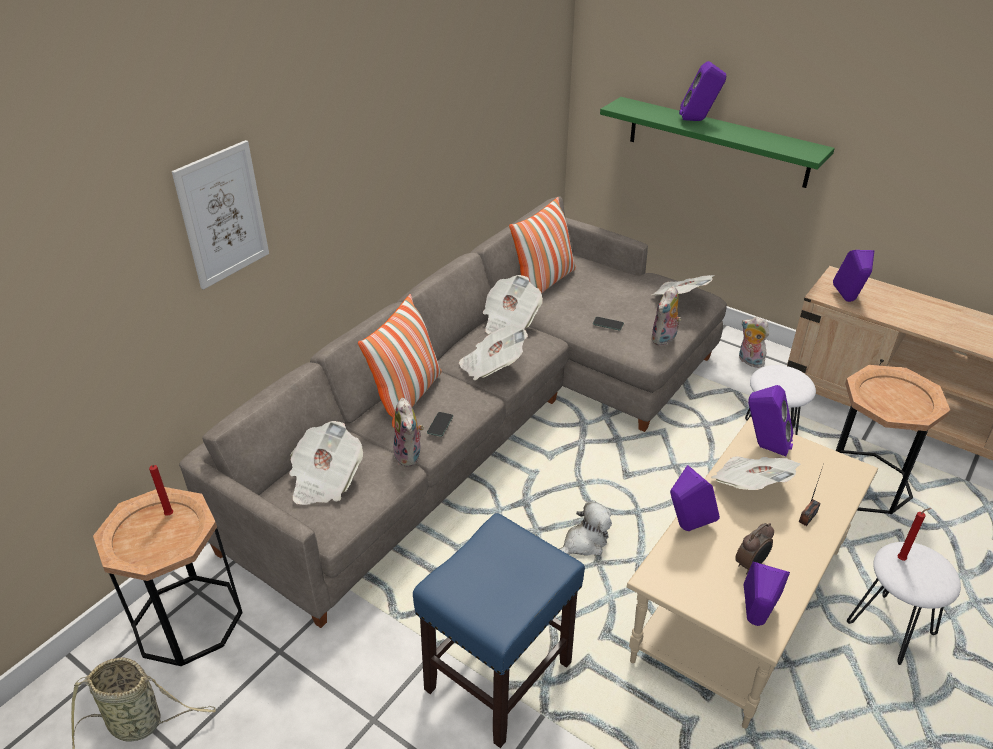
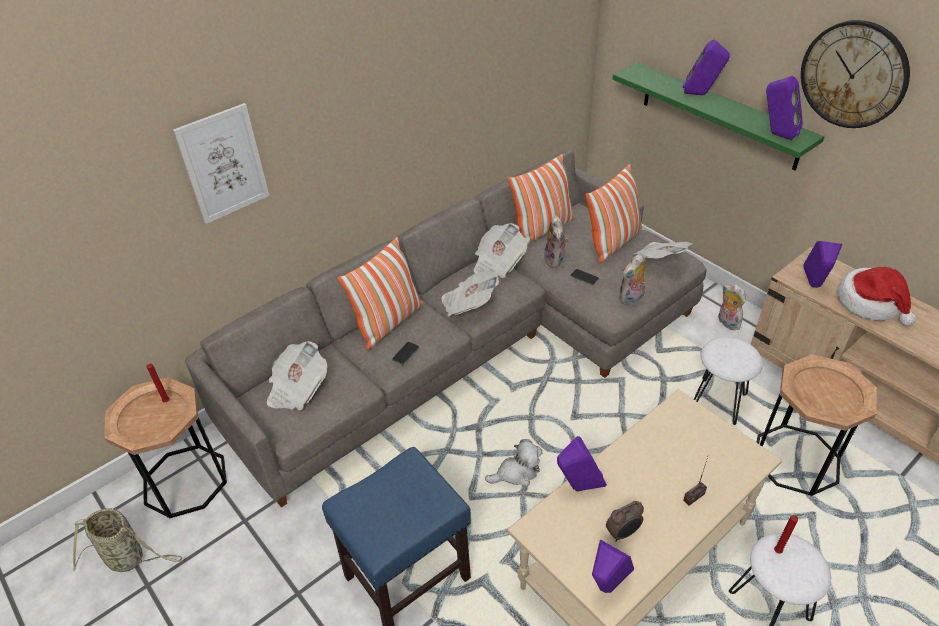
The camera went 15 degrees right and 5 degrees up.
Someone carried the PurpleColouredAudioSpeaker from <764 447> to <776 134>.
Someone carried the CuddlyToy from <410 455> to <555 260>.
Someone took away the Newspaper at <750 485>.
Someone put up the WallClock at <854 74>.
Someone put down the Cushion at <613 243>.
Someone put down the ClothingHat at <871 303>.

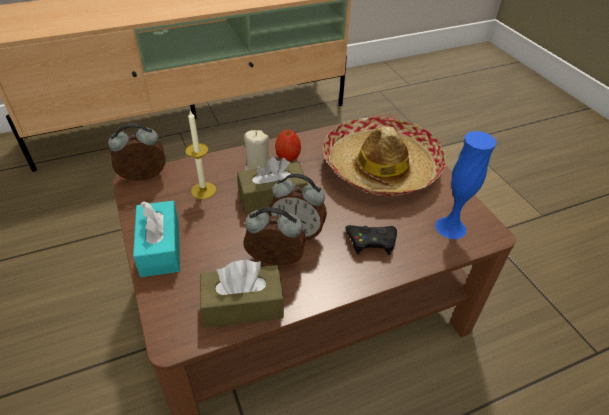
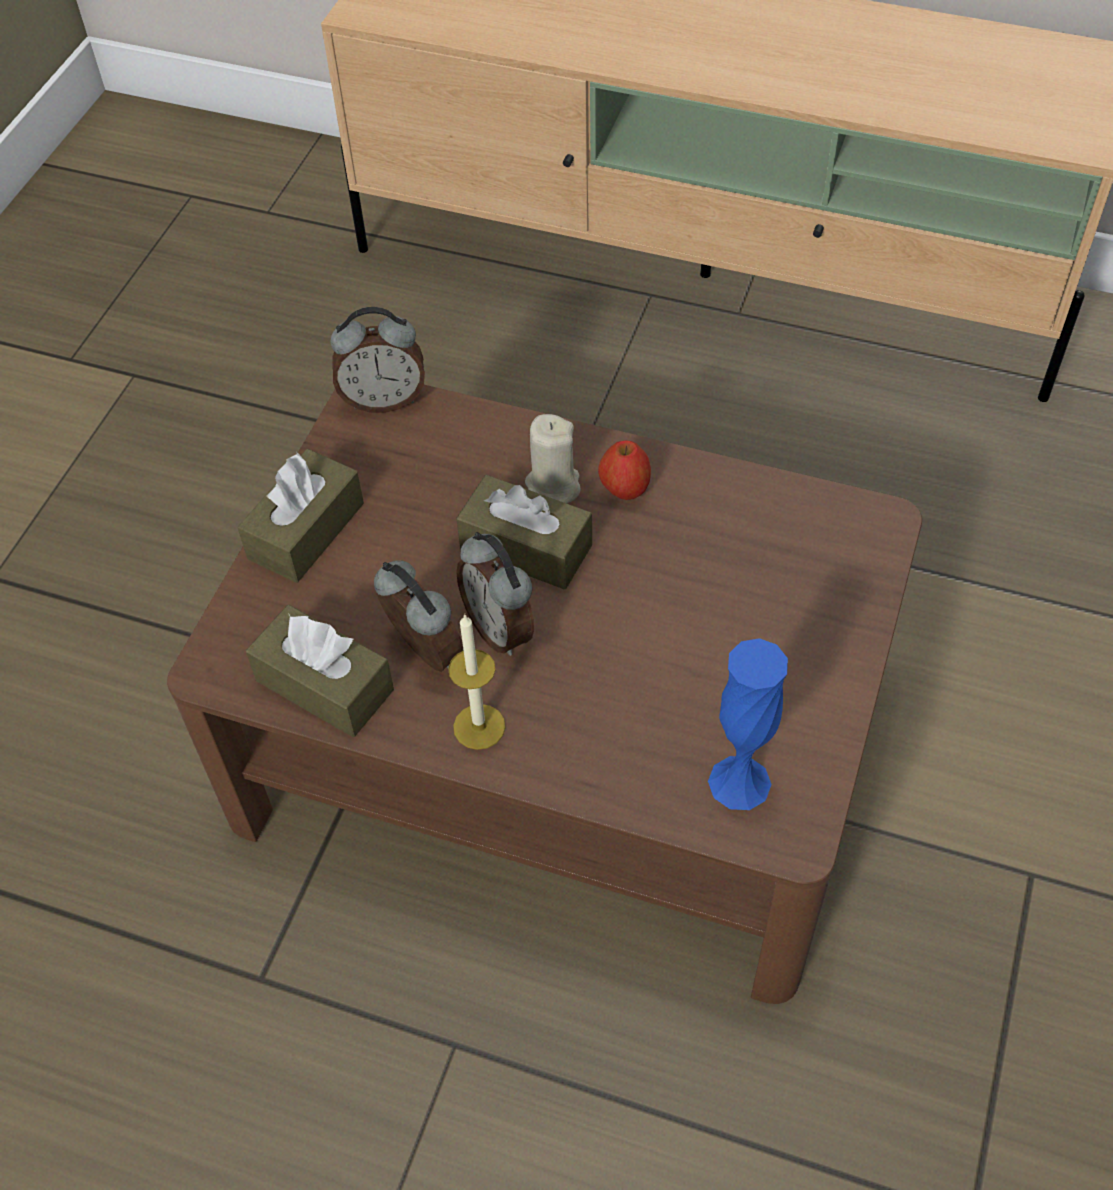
The camera went 45 degrees right and 10 degrees up.
Someone carried the WaxLight from <203 190> to <479 726>.
Someone took away the ClothingHat at <380 167>.
Someone rotated the TableClock at <144 178> by 150 degrees clockwise.
Someone repainted the BlueGreenTissueBox at <160 247>, which became the BrownishTissueBox at <306 531>.
Someone took away the BlackColouredGamepad at <371 241>.

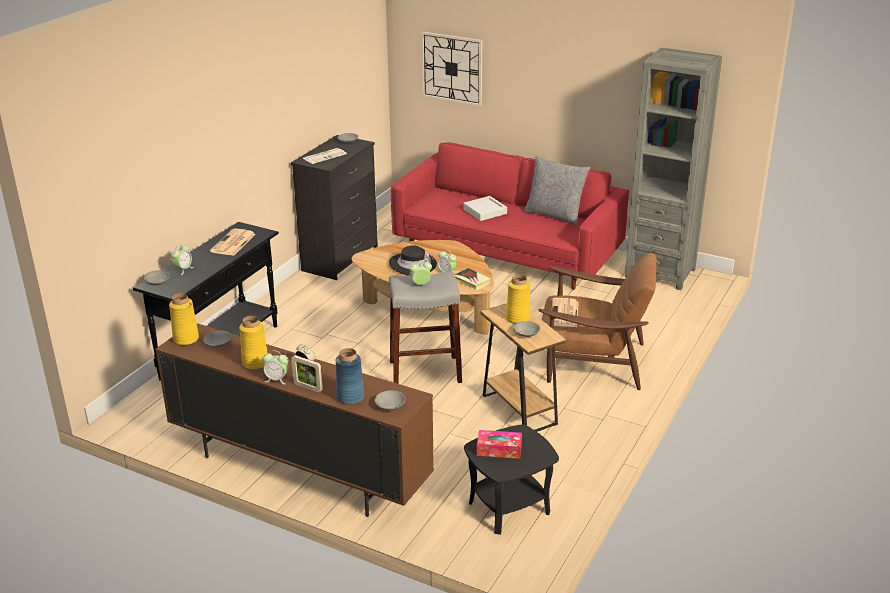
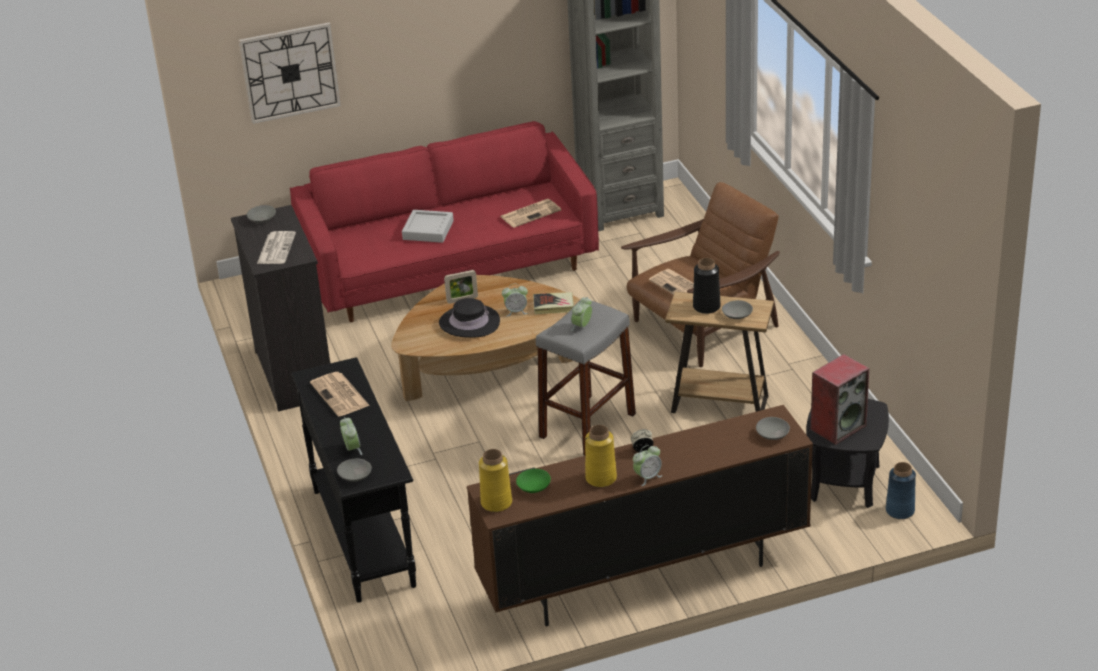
The camera went 45 degrees left and 5 degrees up.
Someone took away the GreyCushion at <554 215>.
Someone repainted the YellowColouredVase at <518 318>, which became the BlackColouredVase at <706 306>.
Someone repainted the GreyDeepDish at <217 344>, which became the GreenishDeepDish at <533 487>.
Someone carried the BlueColouredVase from <350 397> to <899 510>.
Someone carried the StandingFrame from <308 387> to <462 300>.
Someone swapped the TissueBox at <499 450> for the AudioSpeaker at <838 427>.
Someone put down the Newspaper at <531 213>.

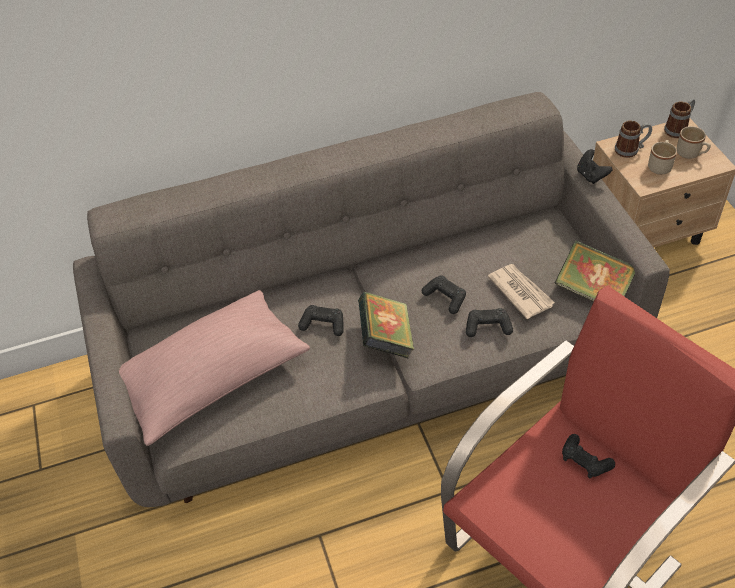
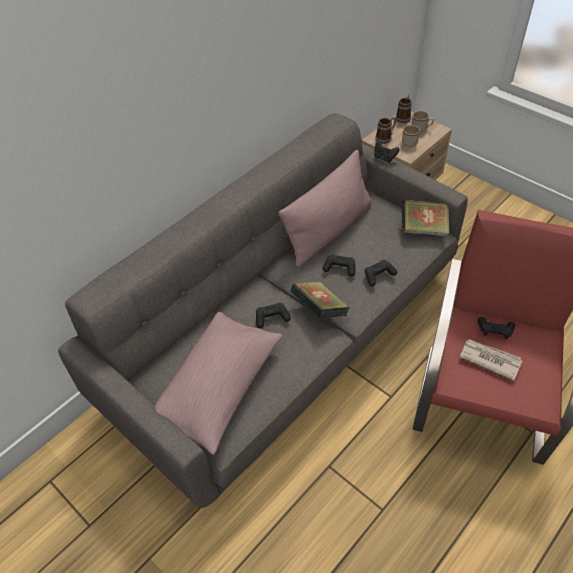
The camera went 30 degrees left and 0 degrees up.
Someone carried the Newspaper from <520 292> to <489 359>.
Someone put down the PinkishCushion at <329 230>.

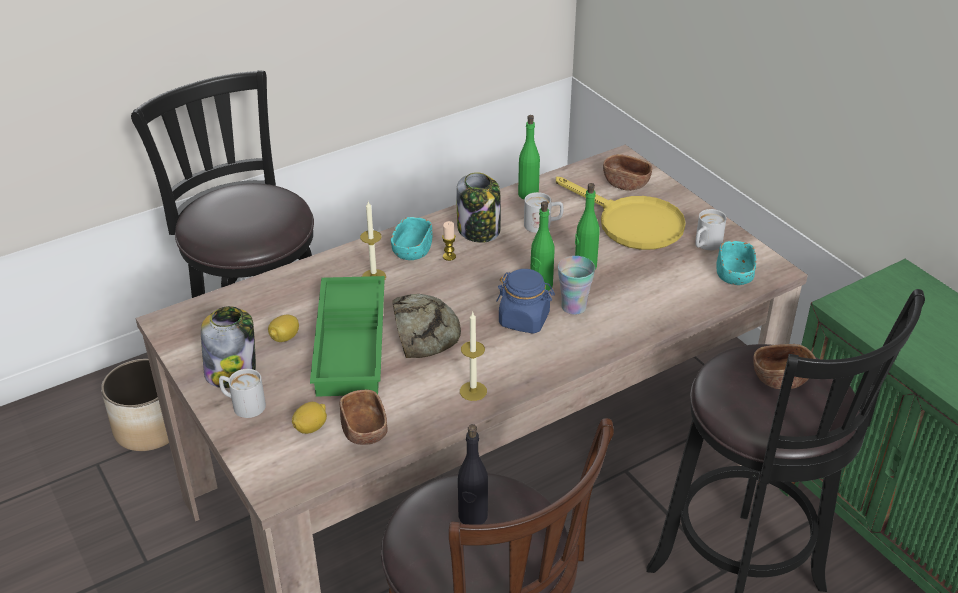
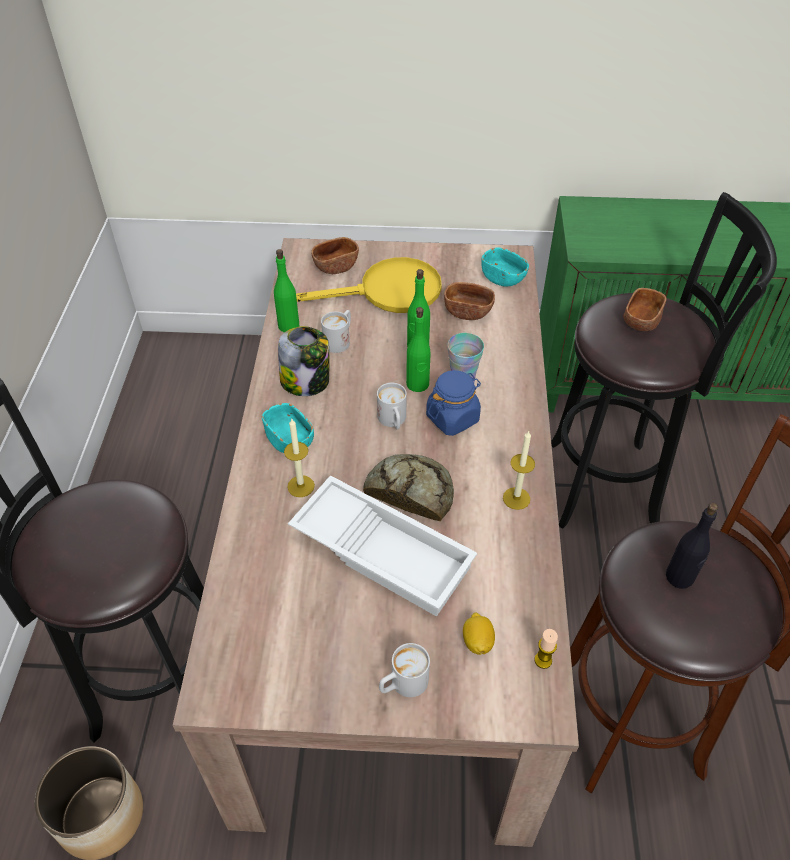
The camera went 55 degrees left and 10 degrees up.
Someone carried the WhiteColouredCoffeeMug from <705 245> to <393 421>.
Someone carried the WaxLight from <449 256> to <543 660>.
Someone repainted the GreenishServingTray at <353 344>, which became the WhiteColouredServingTray at <384 550>.
Someone took away the StorageJar at <232 371>.
Someone took away the WholeLemon at <284 338>.
Someone carried the BrownishDeepDish from <364 431> to <468 311>.

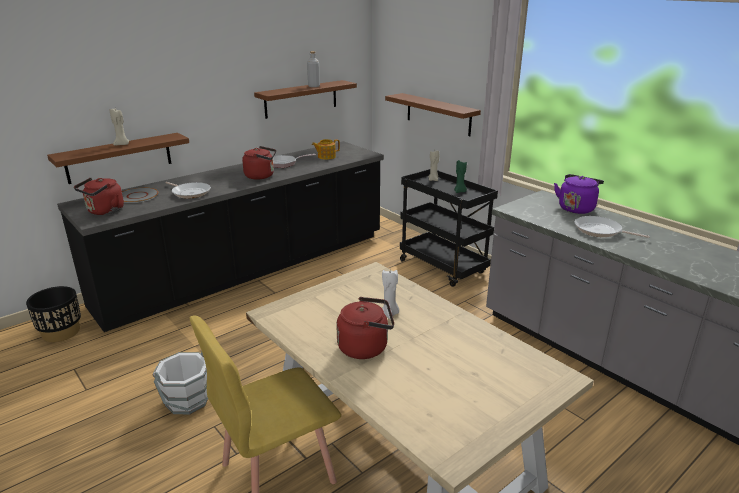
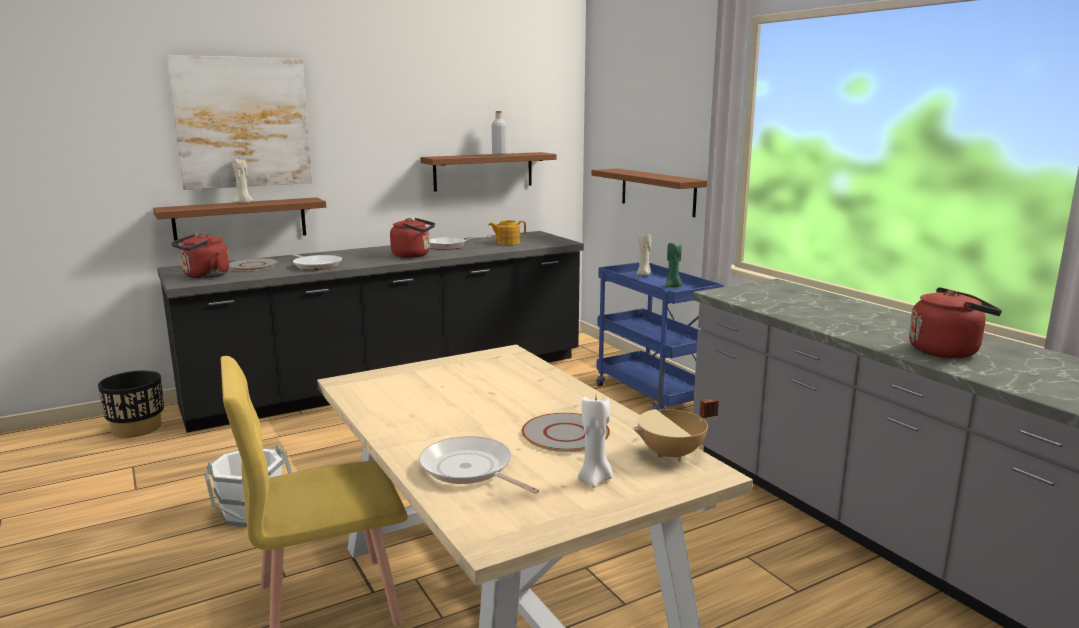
The camera went 10 degrees right and 10 degrees down.
Someone repainted the BlackColouredTrolley at <443 267>, which became the BlueColouredTrolley at <654 397>.
Someone took away the PurpleColouredKettle at <576 208>.
Someone carried the Pan from <600 231> to <469 469>.
Someone carried the WhiteColouredWaxLight from <390 314> to <595 480>.
Someone carried the RedColouredKettle from <366 347> to <947 351>.
Someone put up the WallPicture at <243 122>.
Someone put down the BeigeCookingPot at <672 455>.
Someone put down the GreyFlatDish at <565 434>.

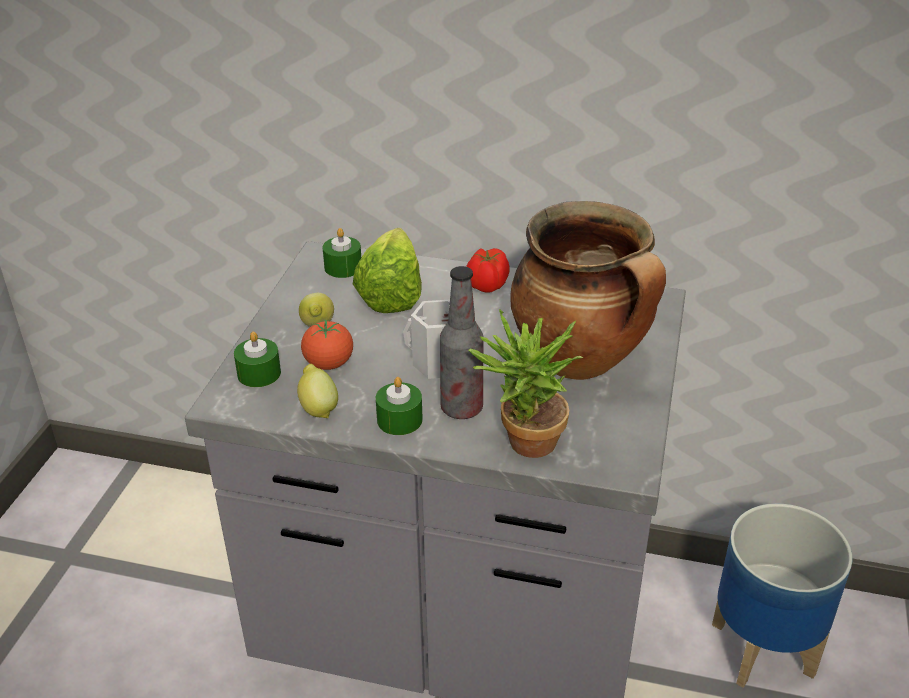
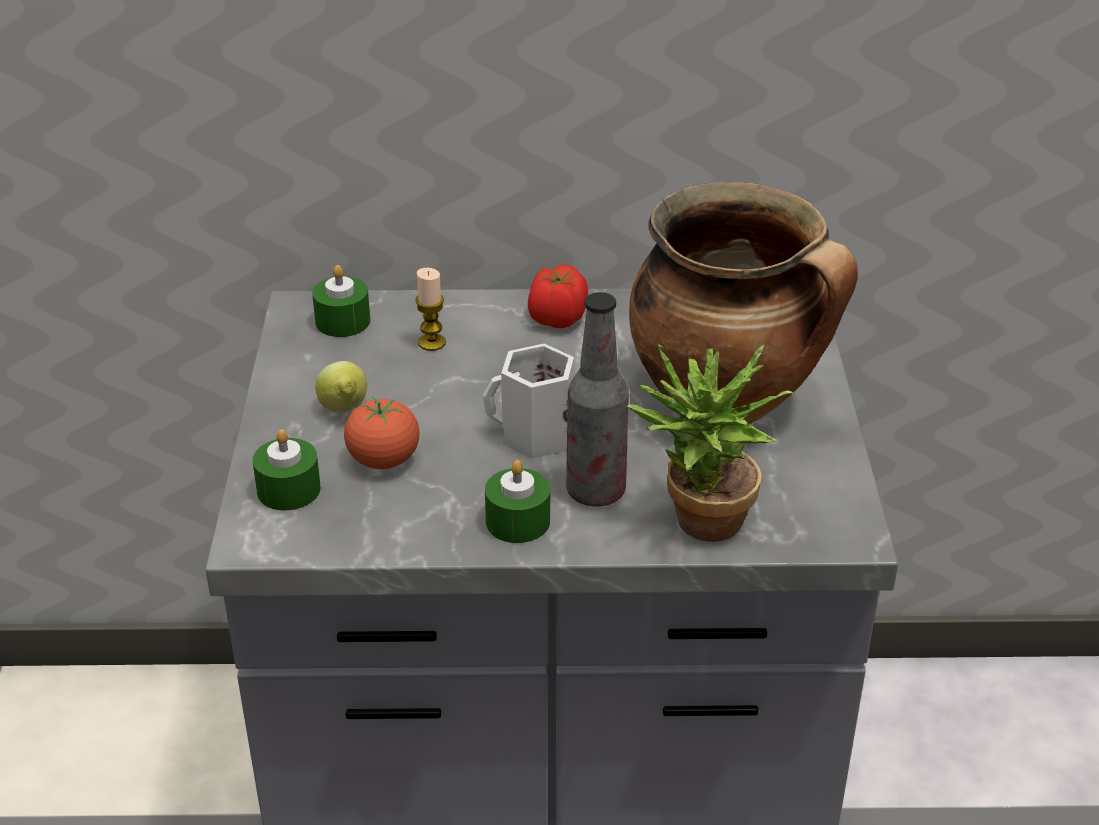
The camera went 15 degrees left and 0 degrees up.
Someone swapped the Lettuce at <395 290> for the WaxLight at <432 343>.
Someone took away the WholeLemon at <318 408>.
Someone took away the PlantPot at <764 648>.

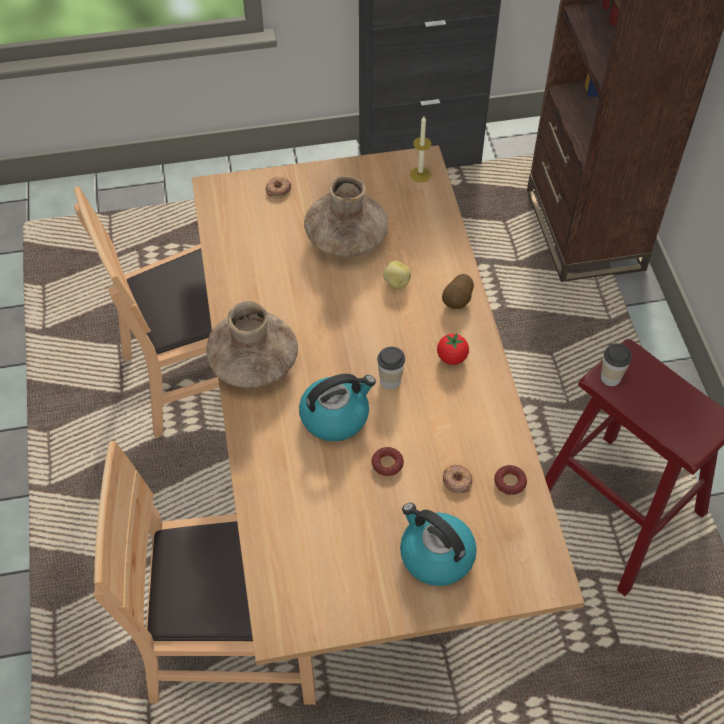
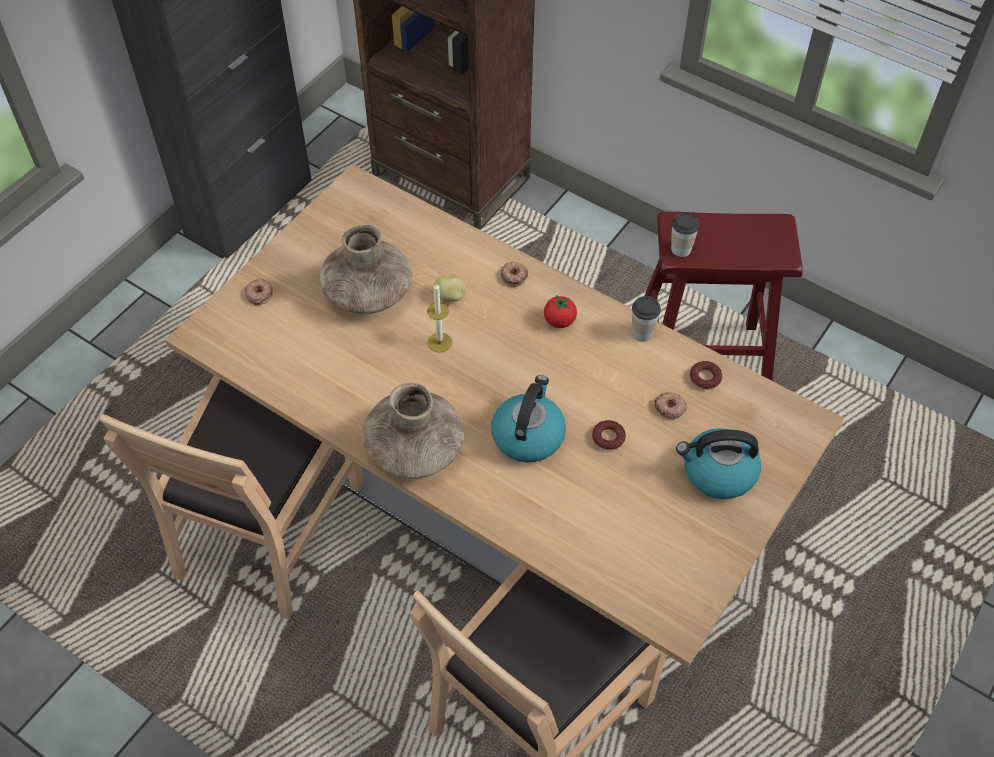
The camera went 45 degrees left and 0 degrees up.
Someone carried the WaxLight from <420 175> to <439 342>.
Someone swapped the WholePotato at <458 302> for the RingDoughnut at <514 276>.
Someone carried the DrinkingCup from <390 380> to <642 333>.

